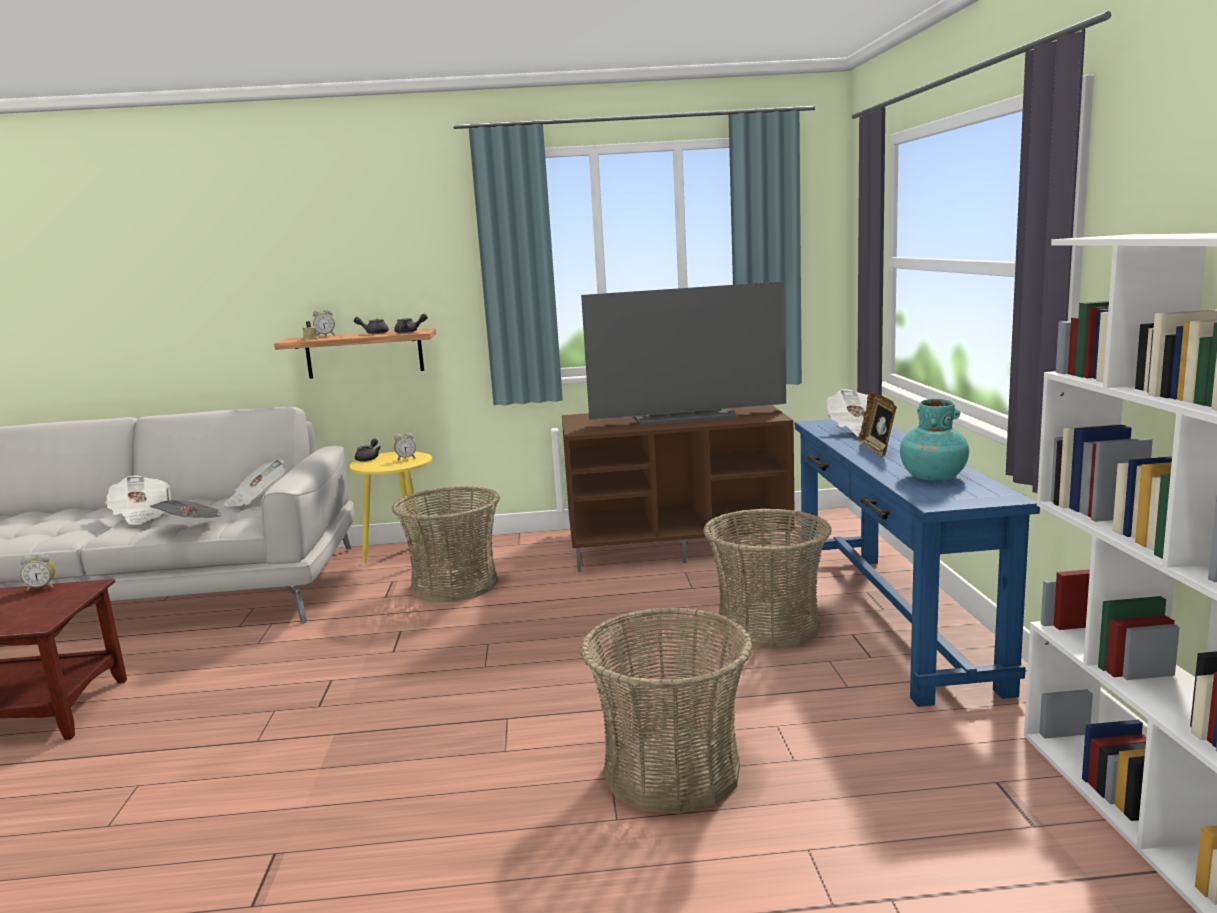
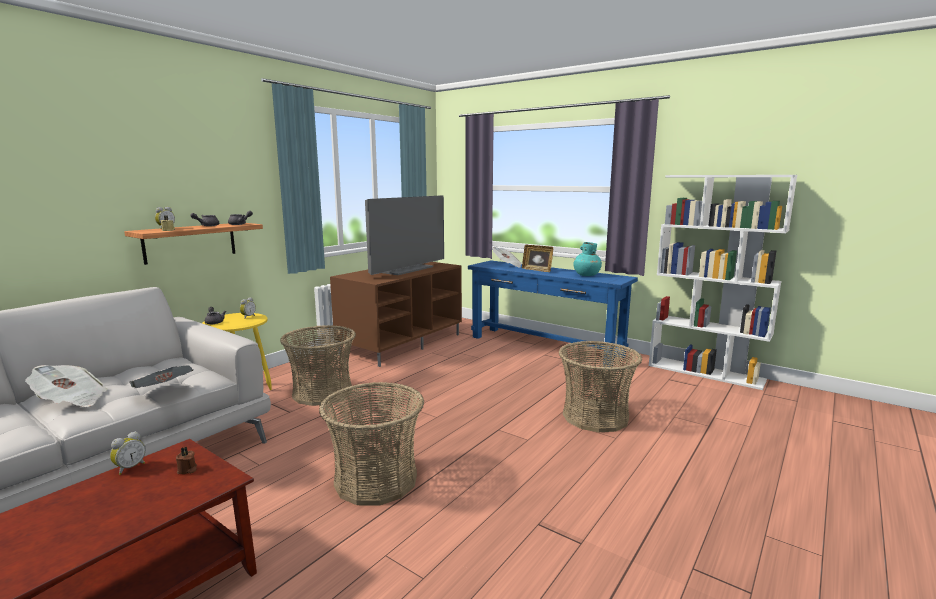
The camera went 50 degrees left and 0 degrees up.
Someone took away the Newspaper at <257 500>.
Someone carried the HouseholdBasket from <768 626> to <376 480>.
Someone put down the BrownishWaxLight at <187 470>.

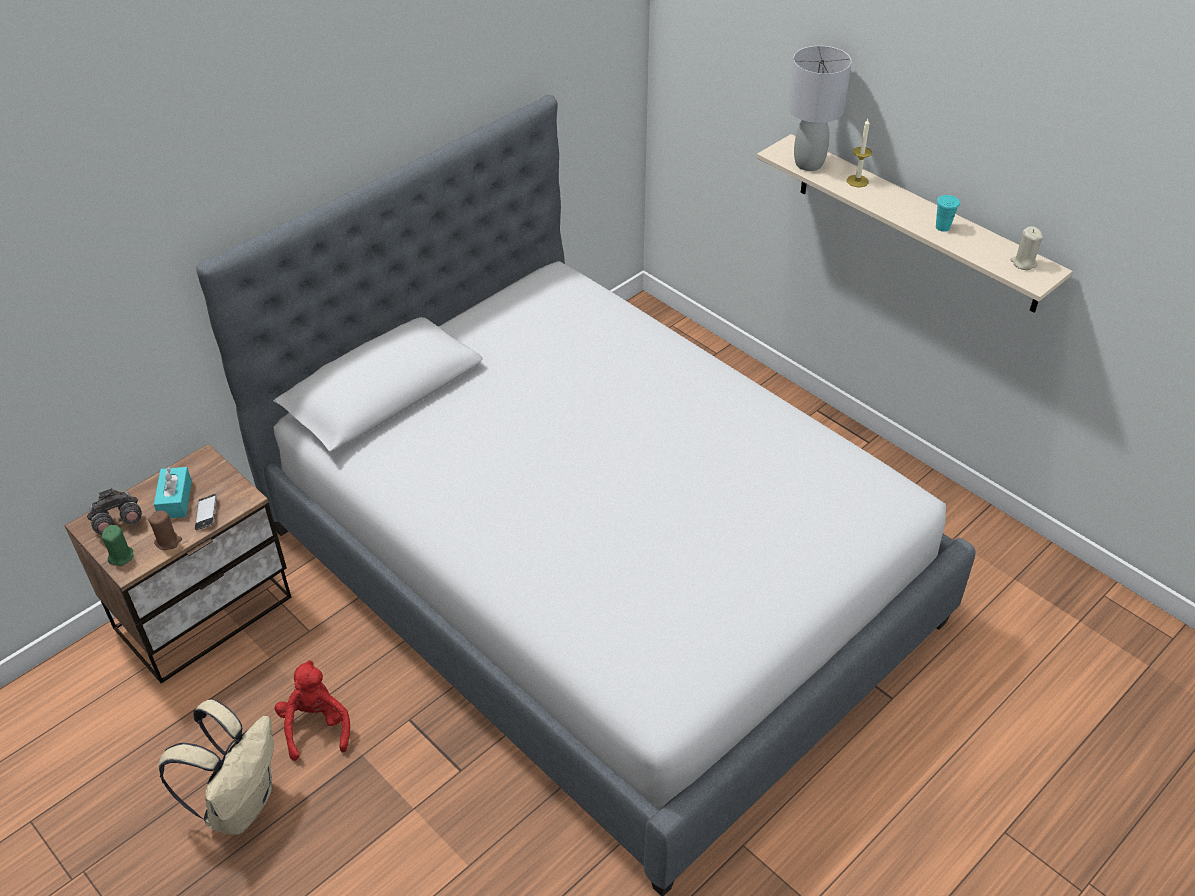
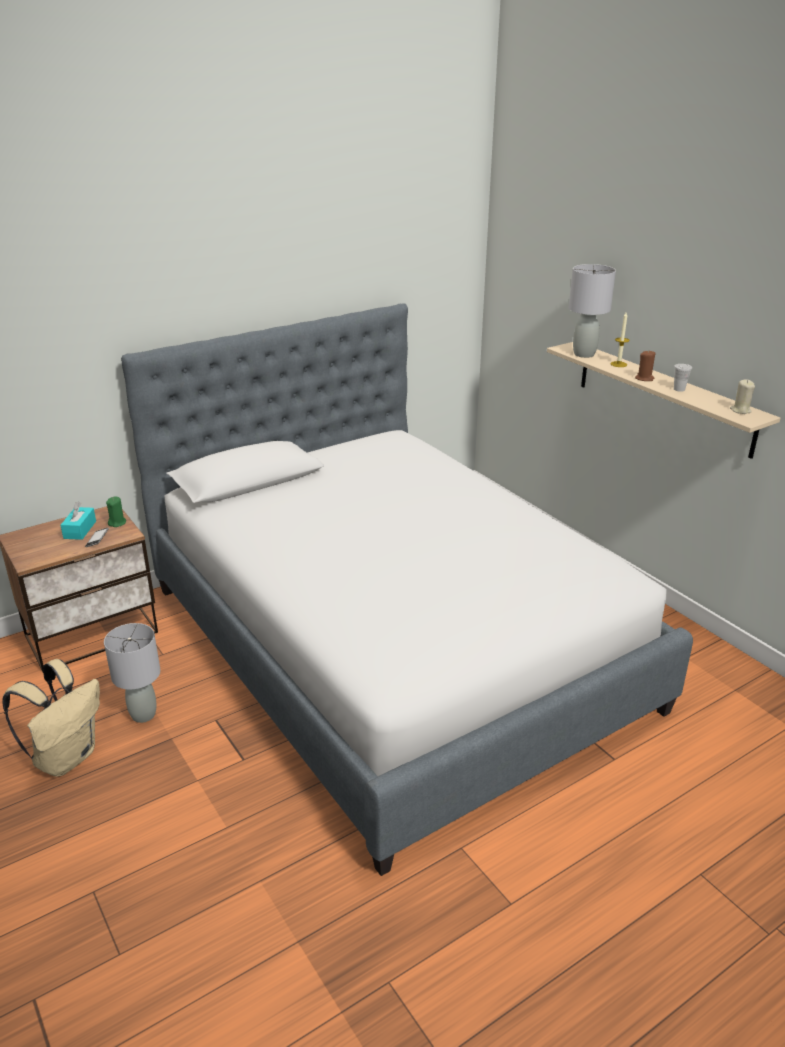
The camera went 10 degrees right and 15 degrees down.
Someone repainted the BlueGreenDrinkingCup at <942 227>, which became the WhiteColouredDrinkingCup at <679 389>.
Someone took away the GreyBinoculars at <117 521>.
Someone carried the BrownishWaxLight from <168 541> to <644 378>.
Someone carried the GreenishWaxLight from <121 556> to <117 523>.
Someone swapped the RedColouredCuddlyToy at <316 726> for the GreyTabletopLamp at <144 714>.

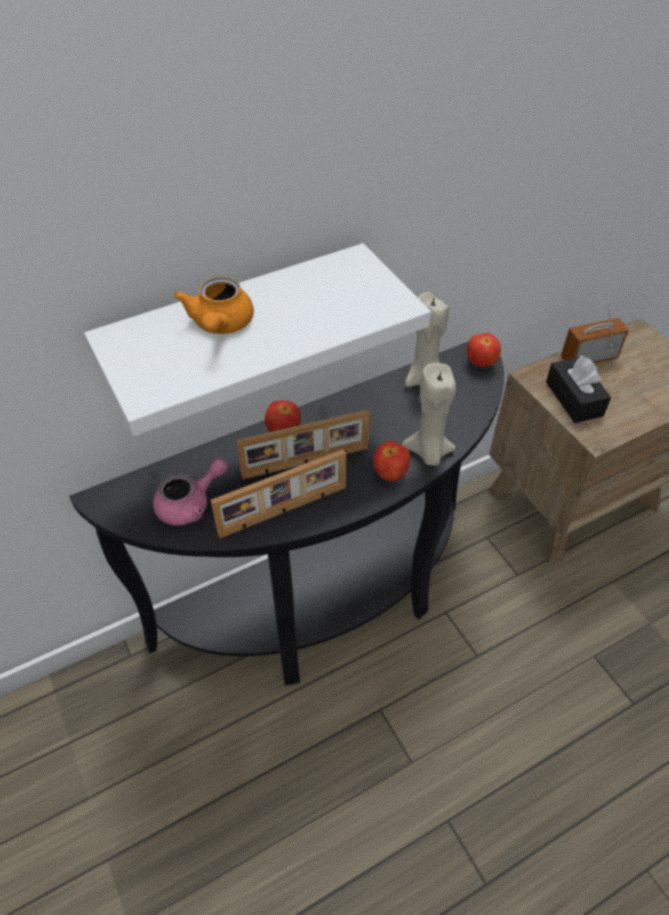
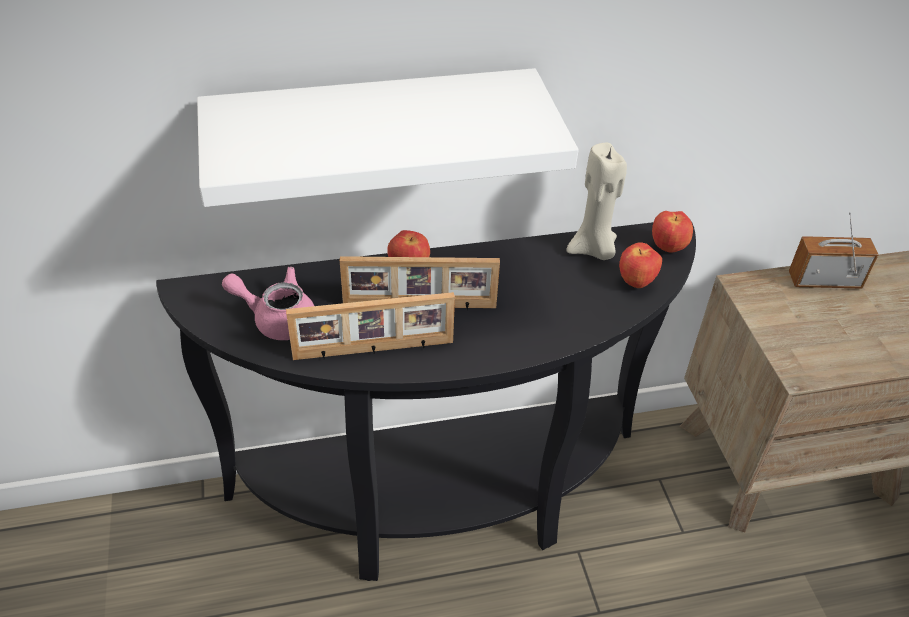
The camera went 15 degrees right and 5 degrees down.
Someone took away the OrangeColouredTeaPot at <220 325>.
Someone took away the BlackColouredTissueBox at <574 399>.
Someone took away the BeigeWaxLight at <428 453>.
Someone carried the AppleFruit from <390 474> to <636 282>.
Someone rotated the PinkishTeaPot at <191 504> by 150 degrees counterclockwise.

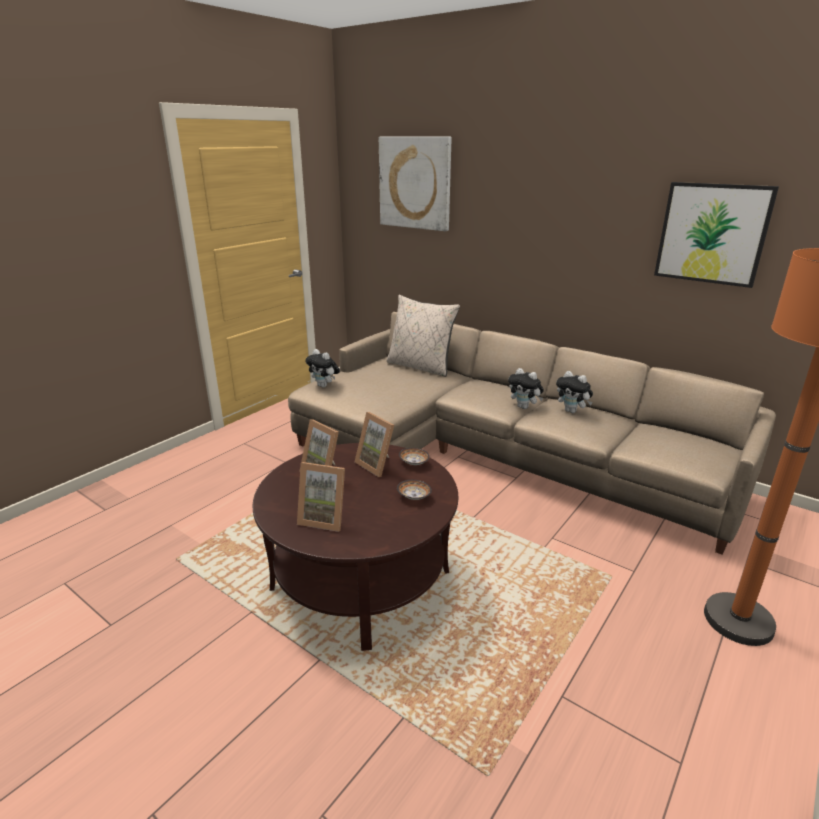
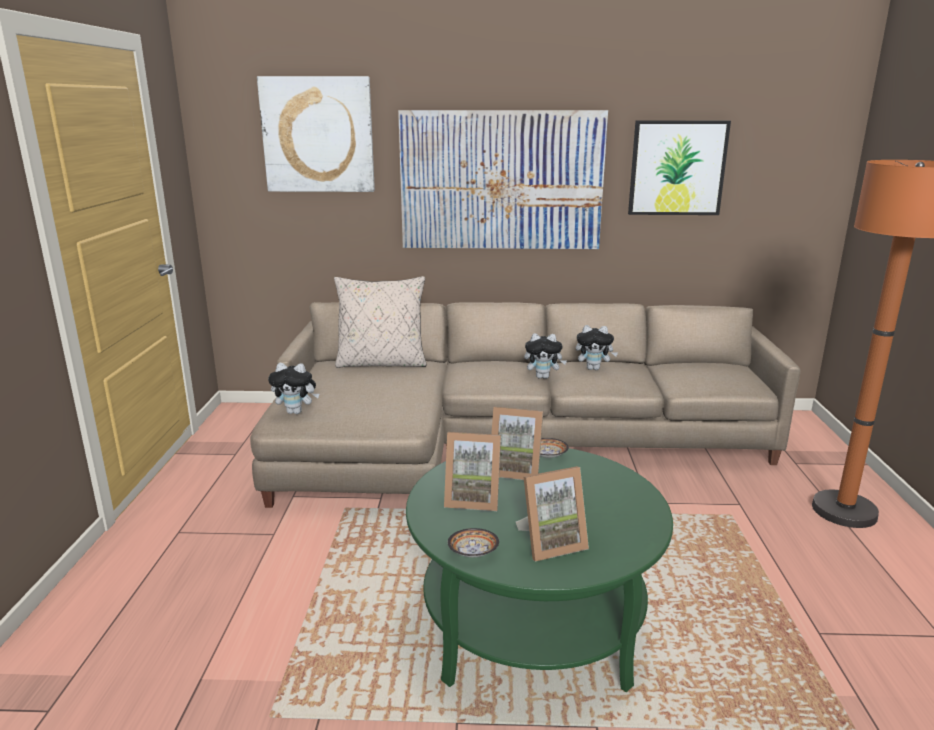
The camera went 35 degrees left and 5 degrees down.
Someone repainted the BrownishCoffeeTable at <361 579>, which became the GreenishCoffeeTable at <533 623>.
Someone carried the DeepDish from <414 497> to <473 553>.
Someone put up the WallPicture at <501 181>.

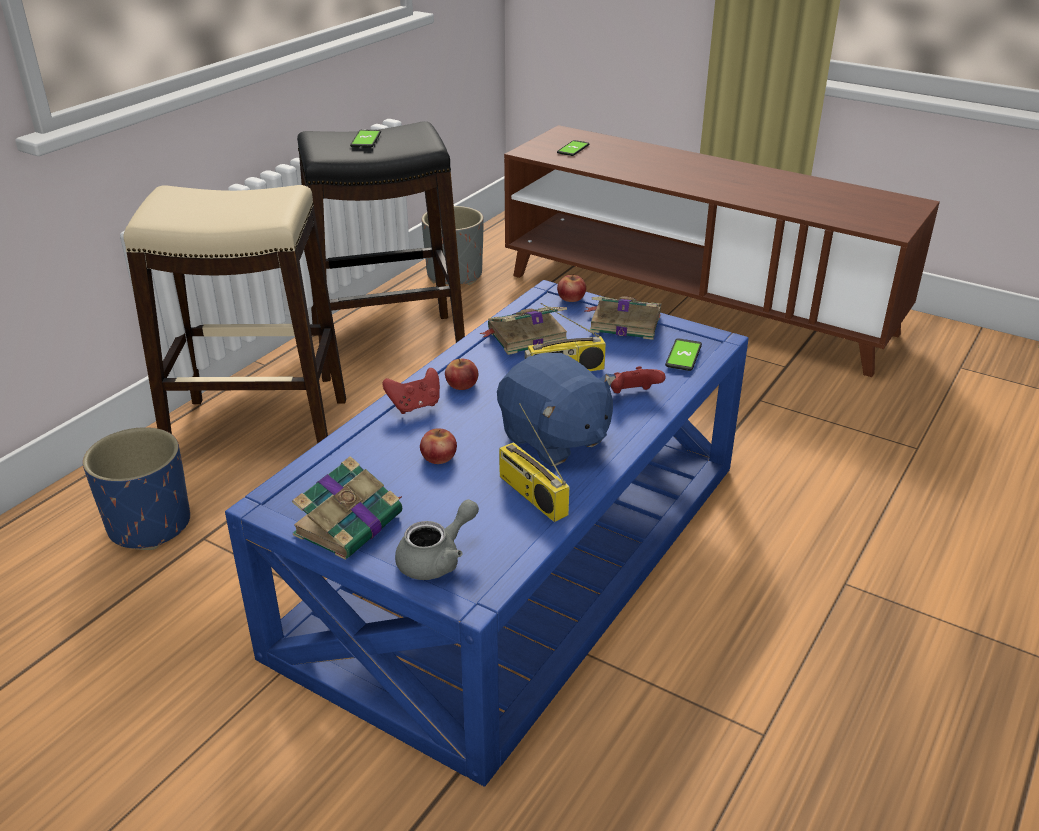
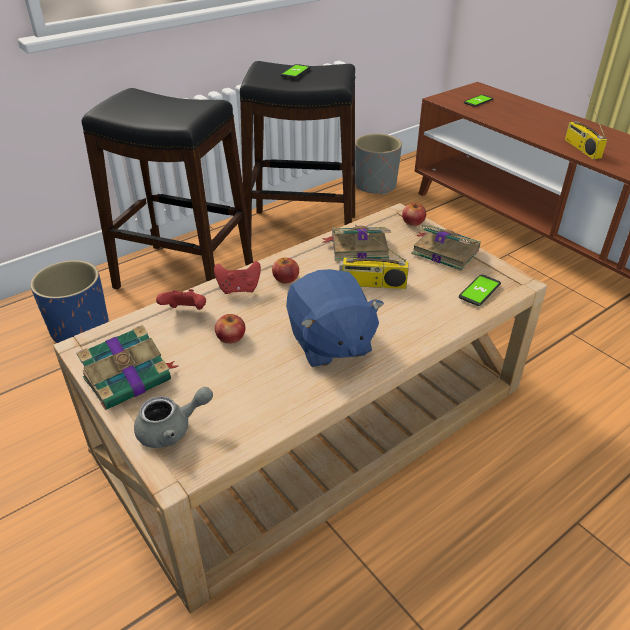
The camera went 20 degrees right and 5 degrees up.
Someone repainted the BeigeSittingStool at <260 431>, which became the BlackColouredSittingStool at <185 276>.
Someone repainted the BlueColouredCoffeeTable at <516 553>, which became the BeigeCoffeeTable at <313 417>.
Someone carried the RedColouredGamepad from <633 395> to <185 312>.
Someone carried the Radio from <530 495> to <581 148>.

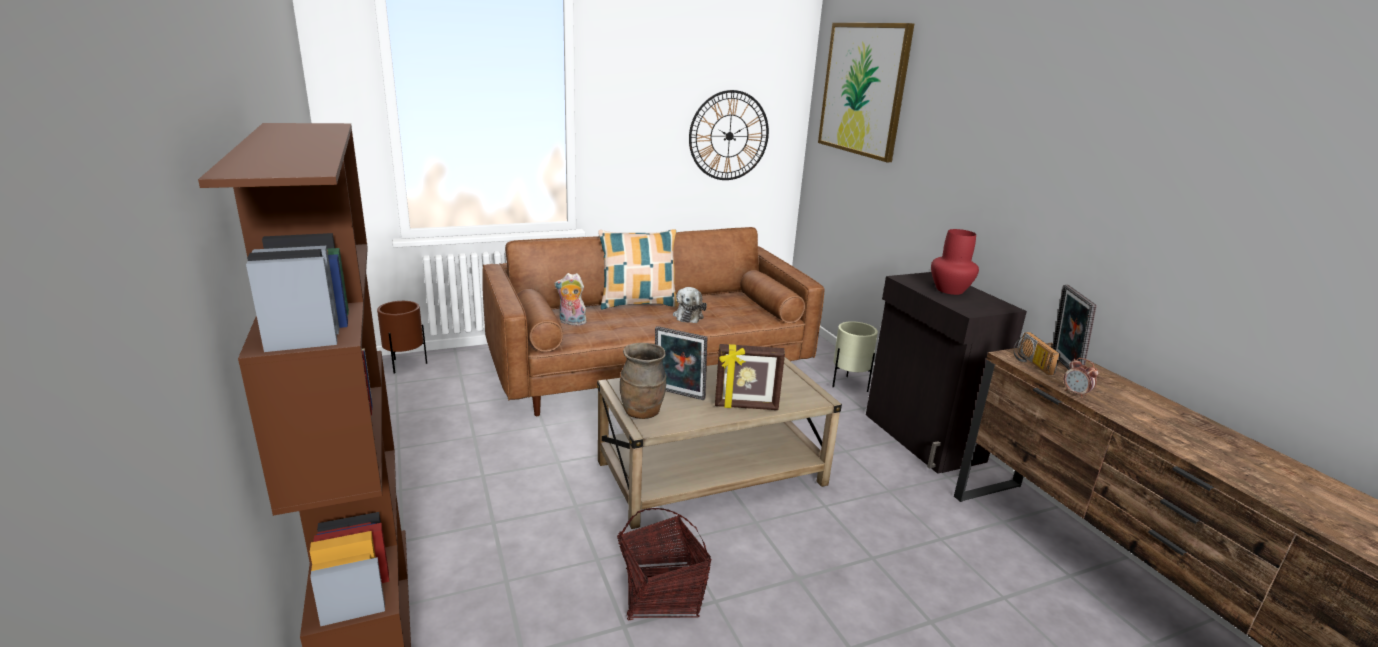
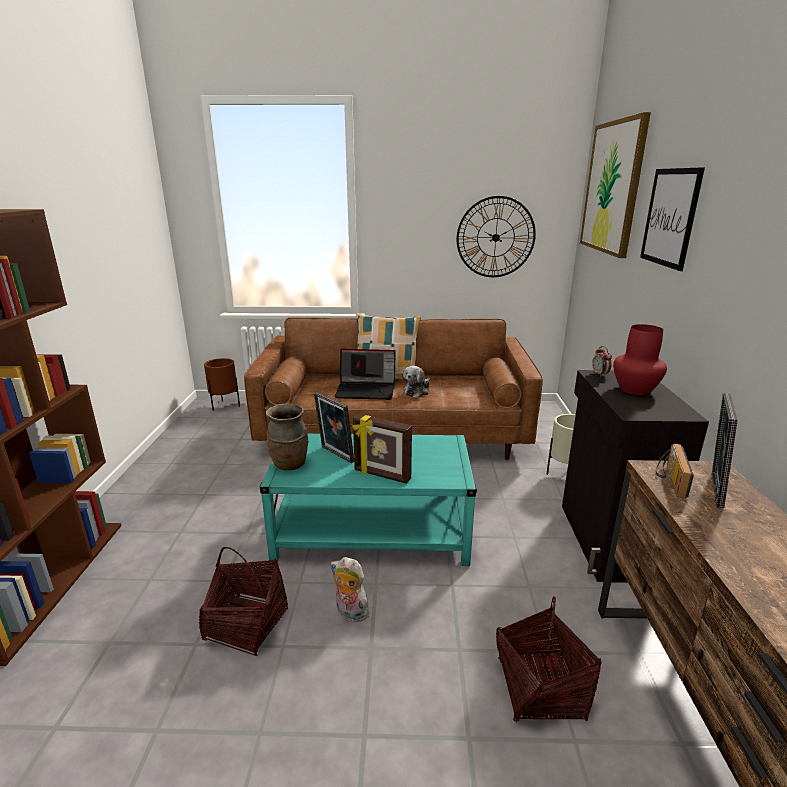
The camera went 25 degrees right and 0 degrees up.
Someone carried the CuddlyToy from <571 323> to <350 613>.
Someone repainted the BeigeCoffeeTable at <711 474>, which became the BlueGreenCoffeeTable at <372 531>.
Someone carried the TableClock from <1075 394> to <600 374>.
Someone put up the WallPicture at <670 217>.
Someone put down the PortableComputer at <366 390>.
Someone put down the HouseholdBasket at <540 689>.

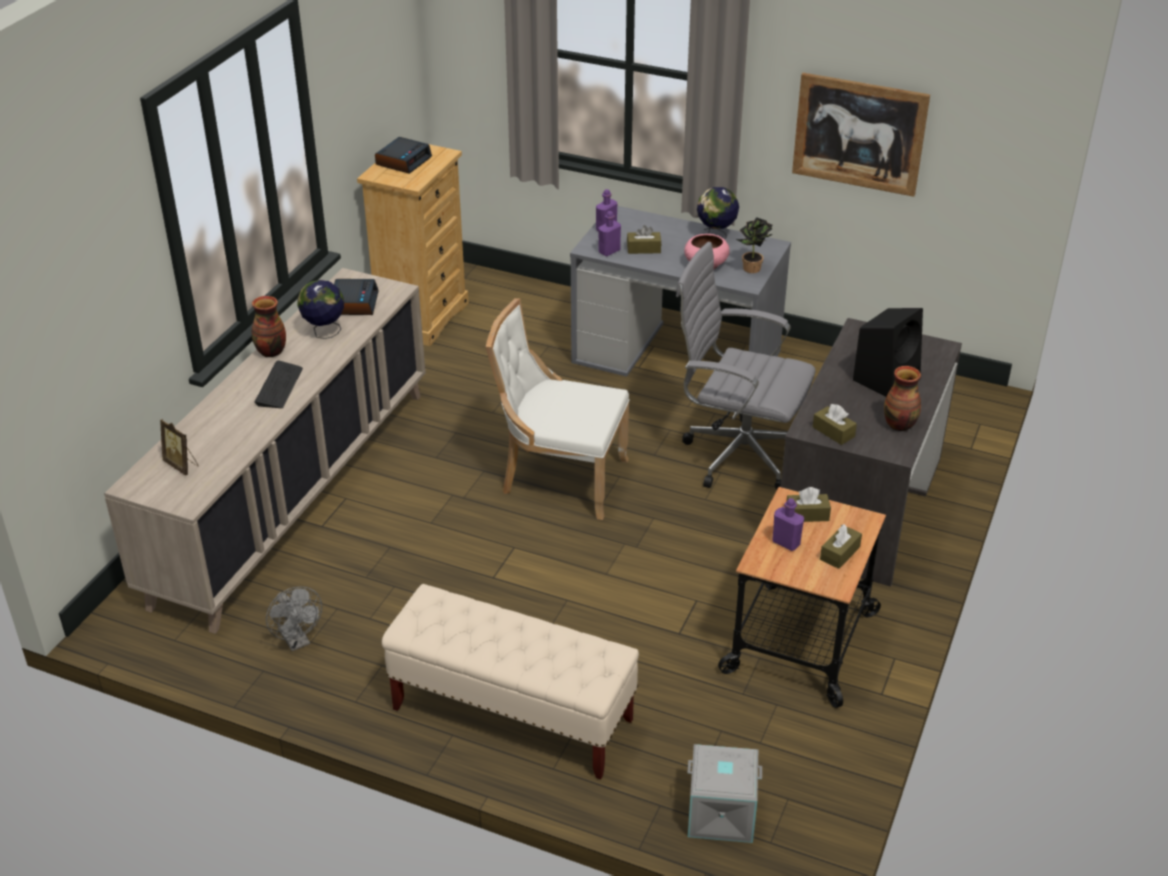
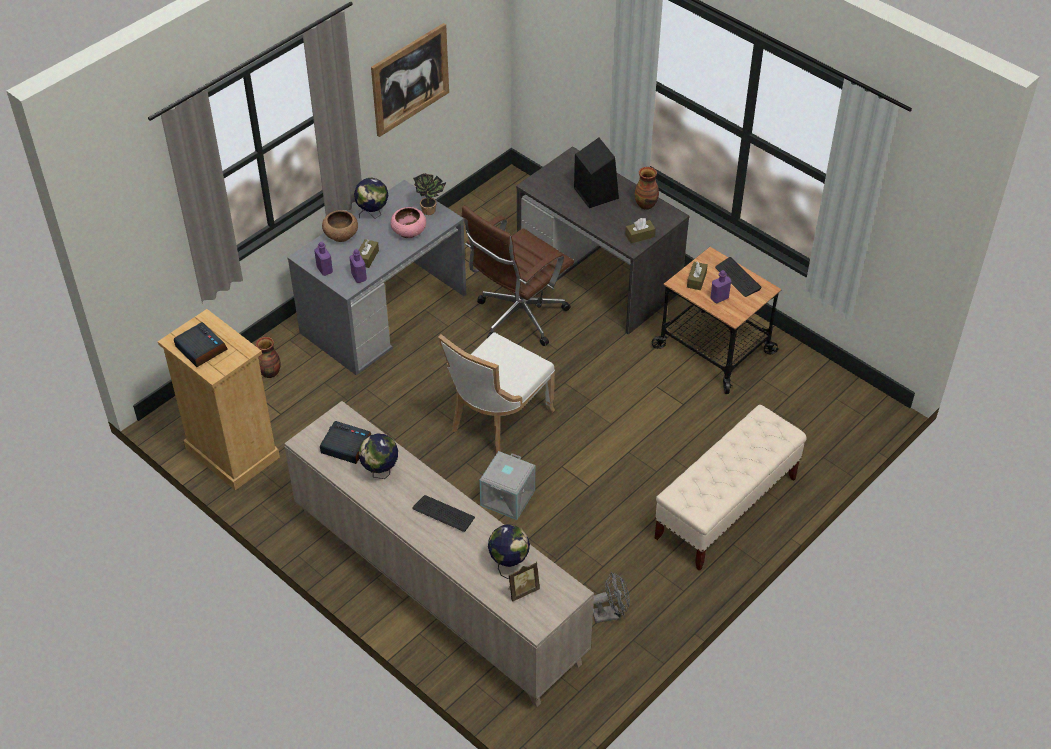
The camera went 70 degrees left and 10 degrees up.
Someone repainted the GreyComputerChair at <737 455>, which became the BrownishComputerChair at <518 318>.
Someone carried the Vase from <271 352> to <270 373>.
Someone swapped the BrownishTissueBox at <840 553> for the ComputerKeyboard at <737 278>.
Someone carried the GreyStorageBox from <720 815> to <508 498>.
Someone put down the BrownishDeepDish at <341 235>.
Someone put down the WorldGlobe at <509 564>.

